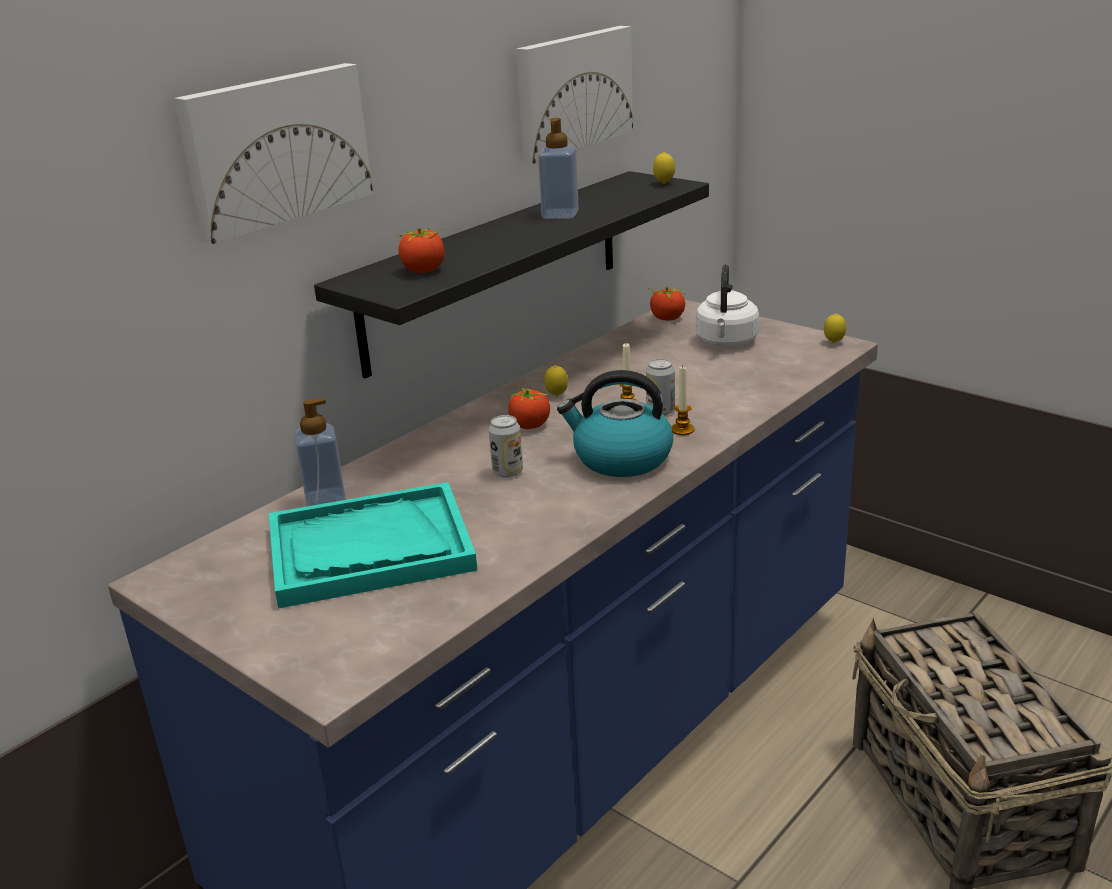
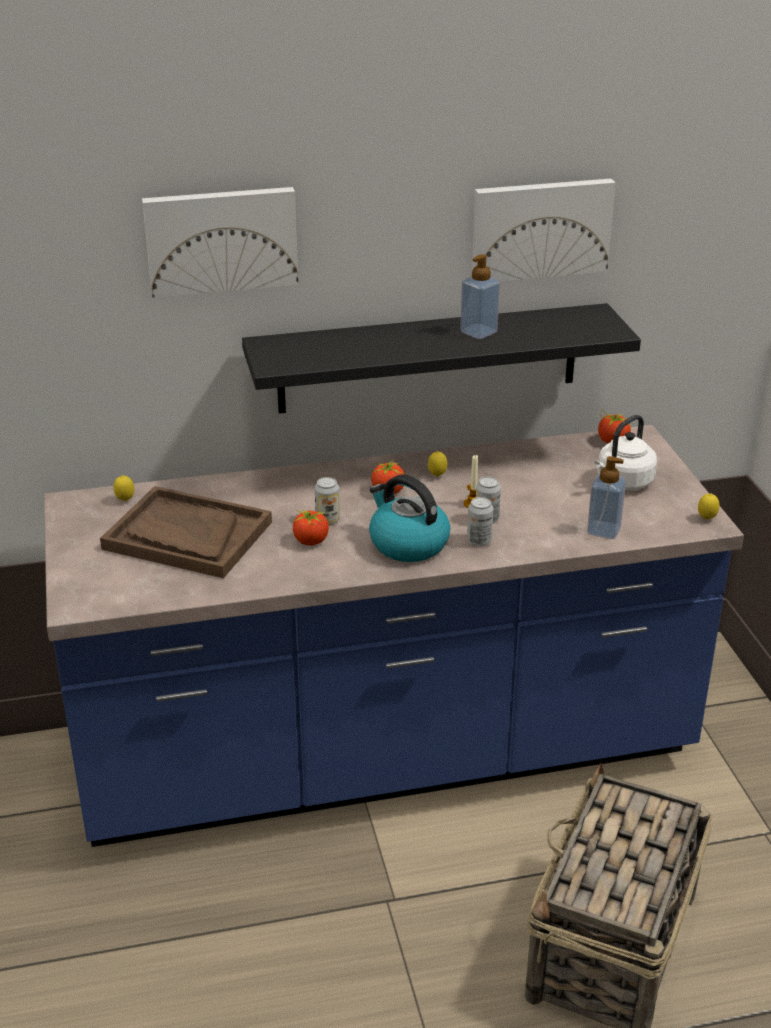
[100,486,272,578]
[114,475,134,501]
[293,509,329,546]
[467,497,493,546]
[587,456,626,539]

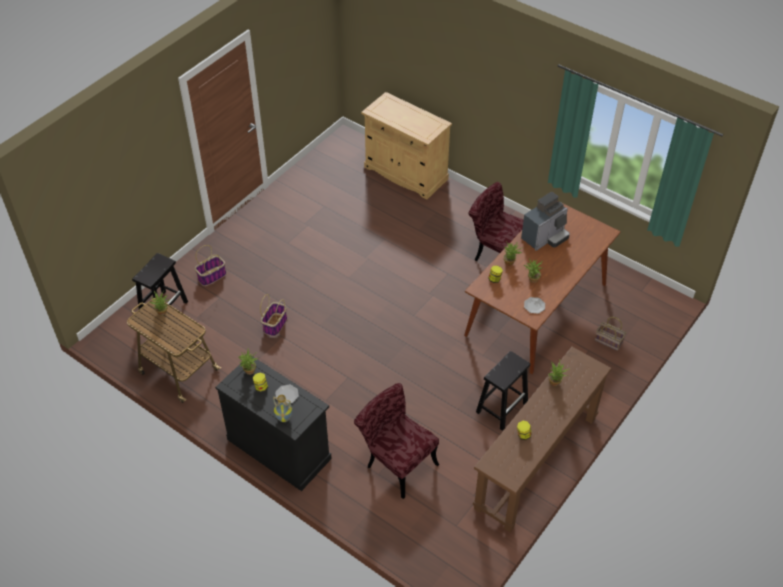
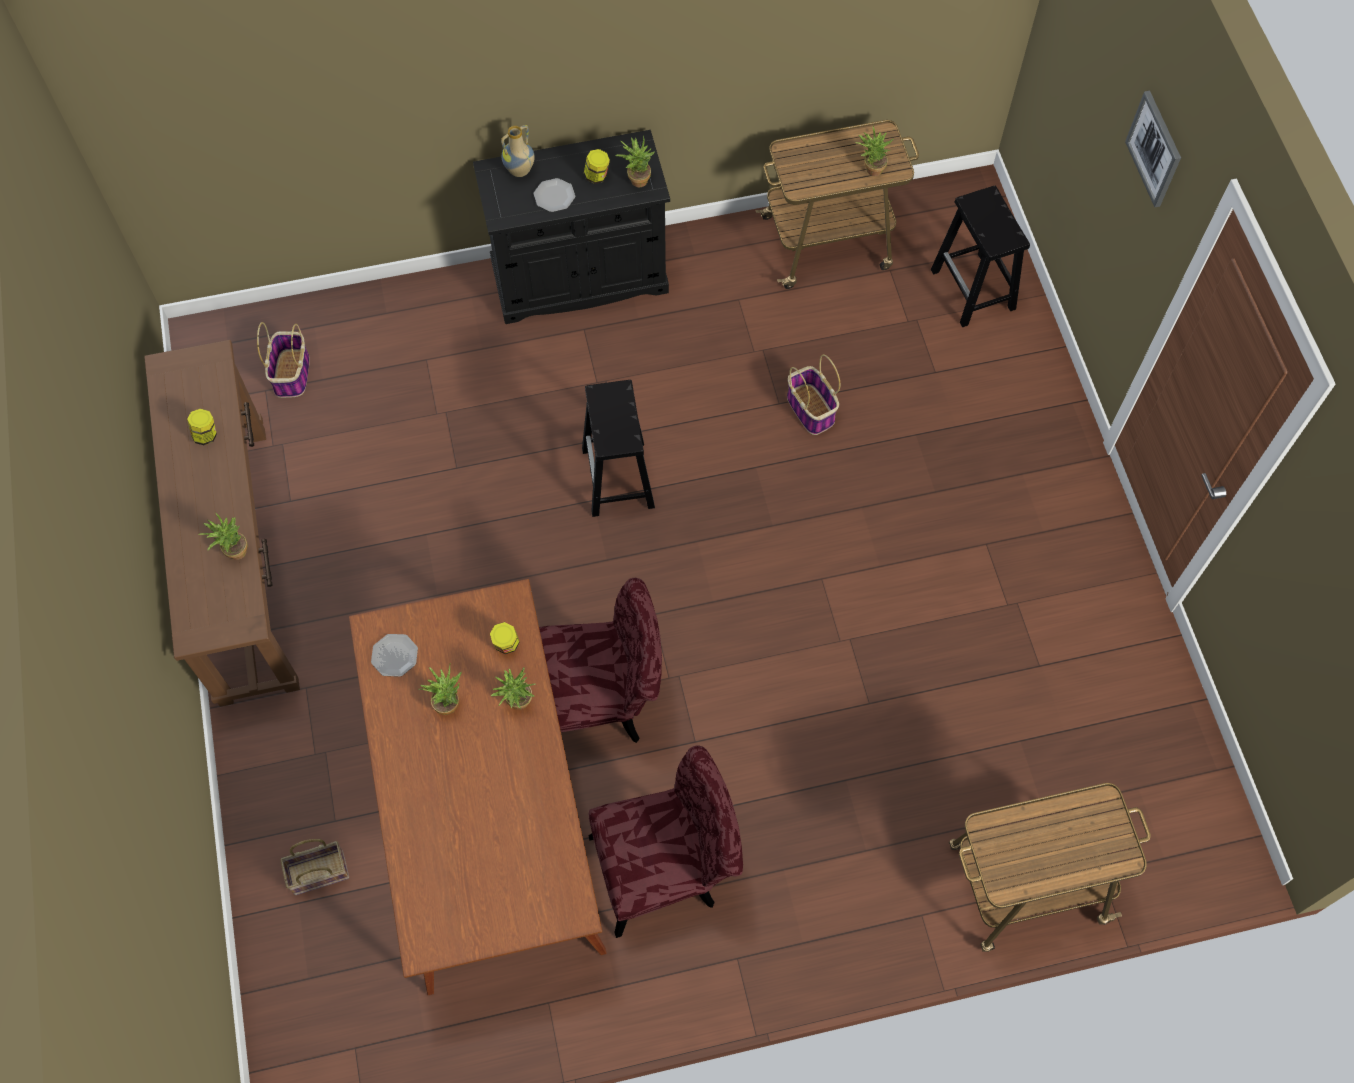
[257,322,310,398]
[539,578,662,743]
[582,380,655,517]
[949,783,1151,952]
[1125,91,1181,207]
[521,192,570,251] (first image)

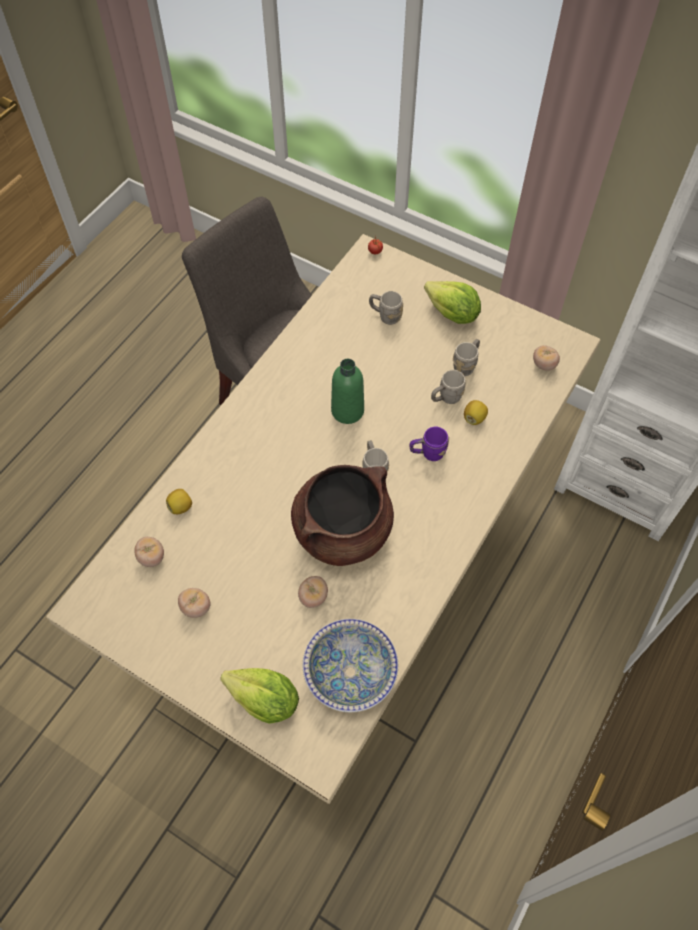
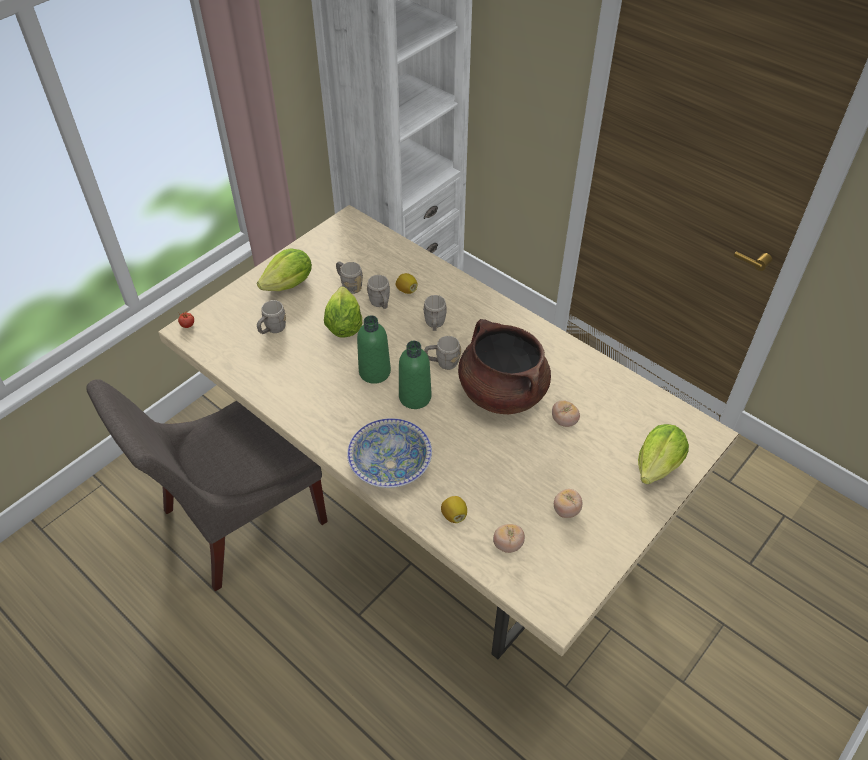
[324,286,362,338]
[347,418,432,488]
[399,341,431,409]
[423,295,447,331]
[533,345,560,371] (first image)

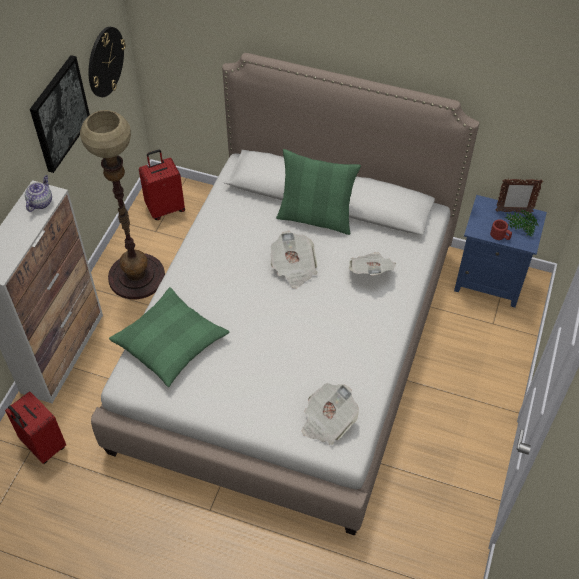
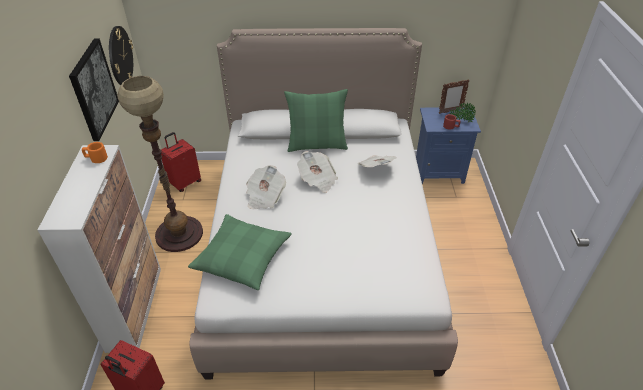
[82,142,108,163]
[246,165,286,209]

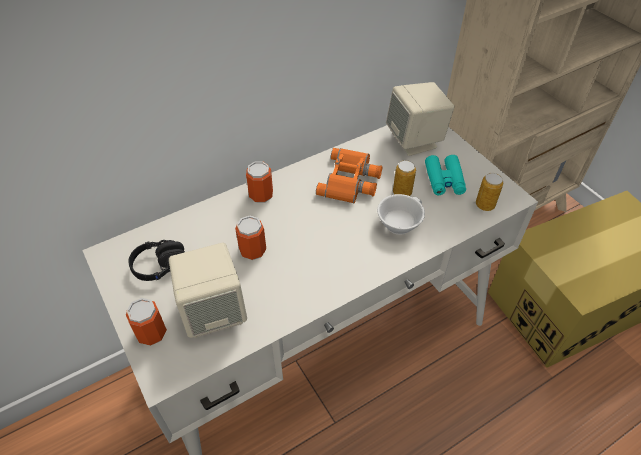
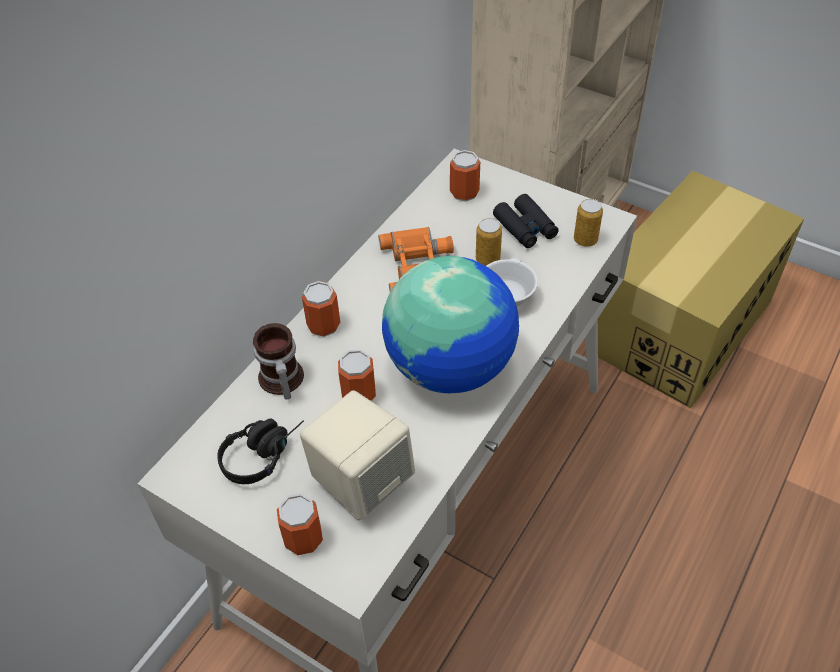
[253,323,304,400]
[382,256,519,393]
[450,150,480,202]
[493,194,559,248]

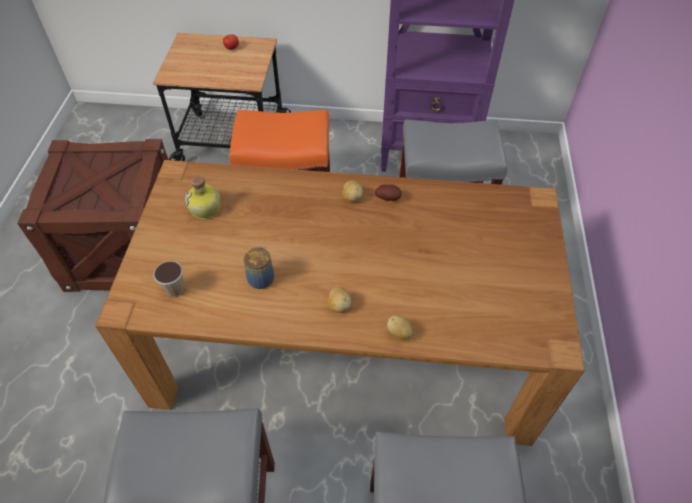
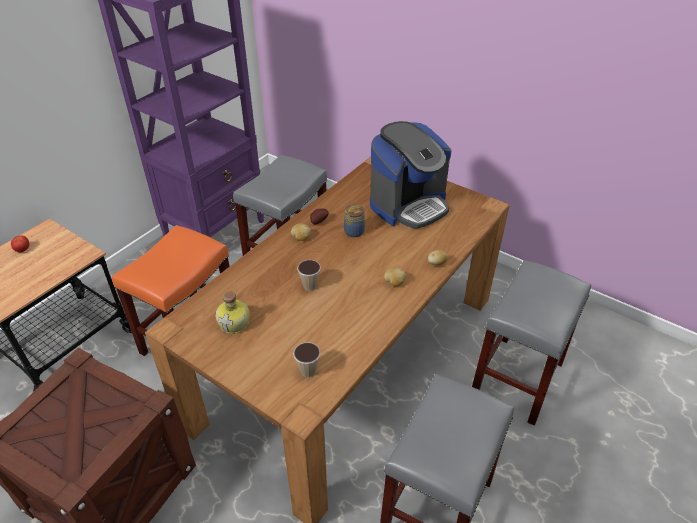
[297,260,321,291]
[344,204,365,237]
[370,121,452,229]

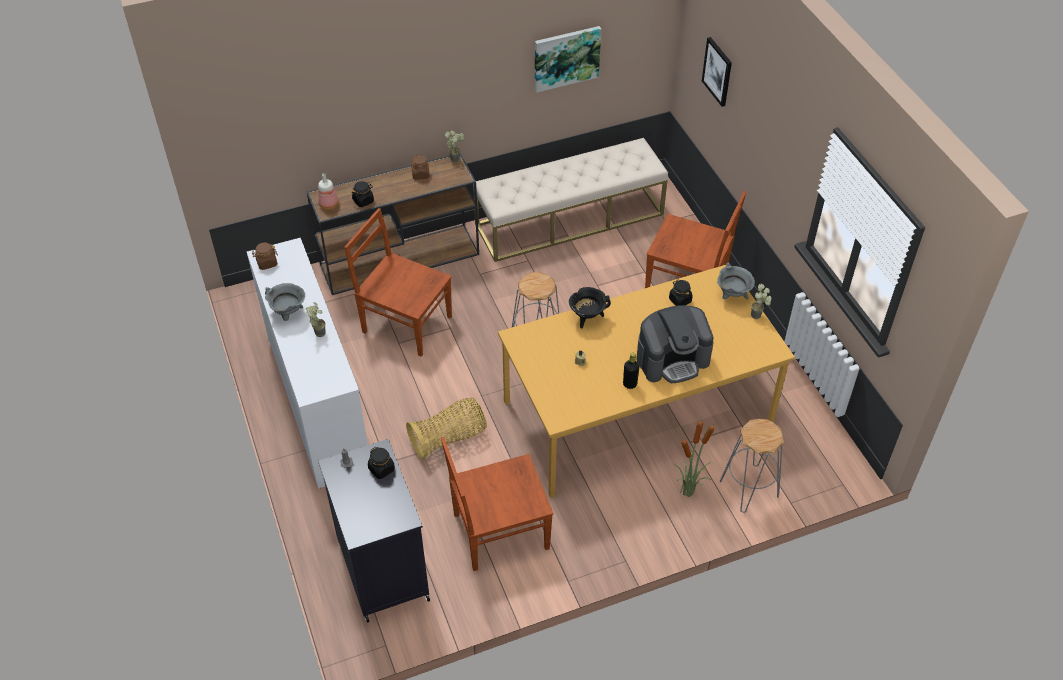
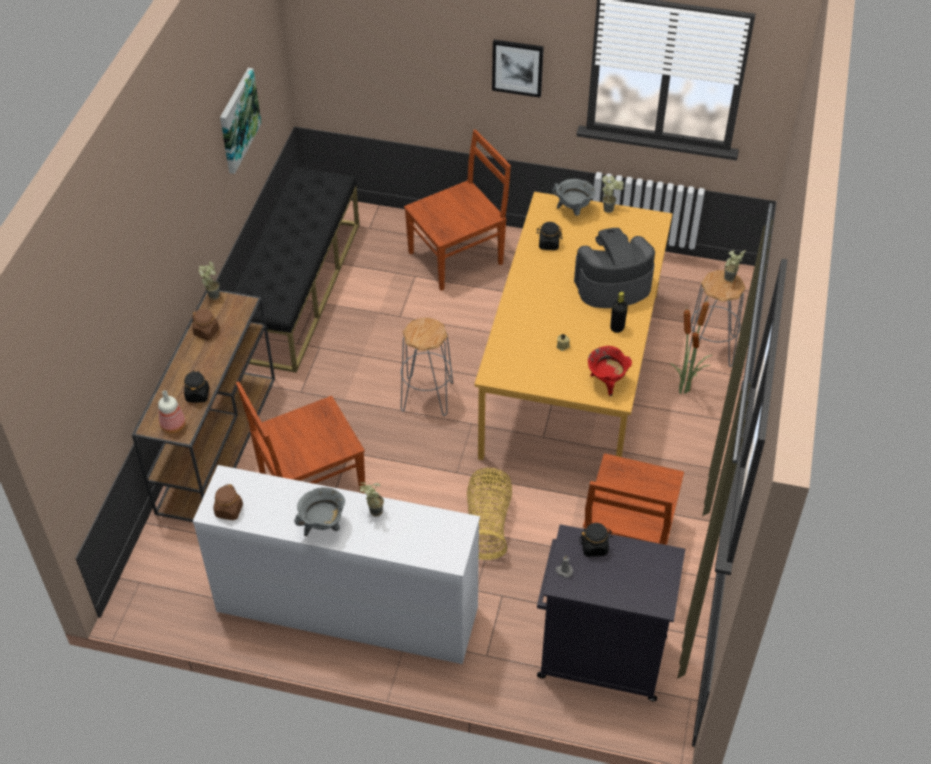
[233,167,359,373]
[492,39,544,98]
[574,228,655,308]
[588,346,632,396]
[724,250,746,282]
[569,287,611,329] (first image)

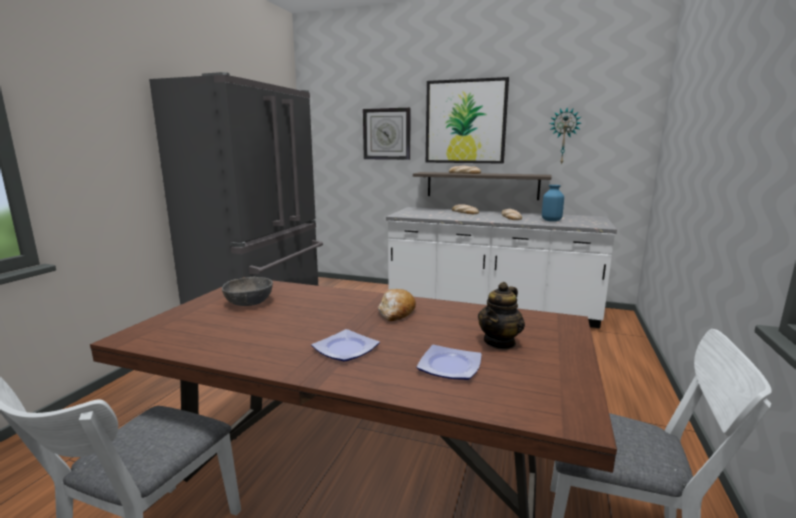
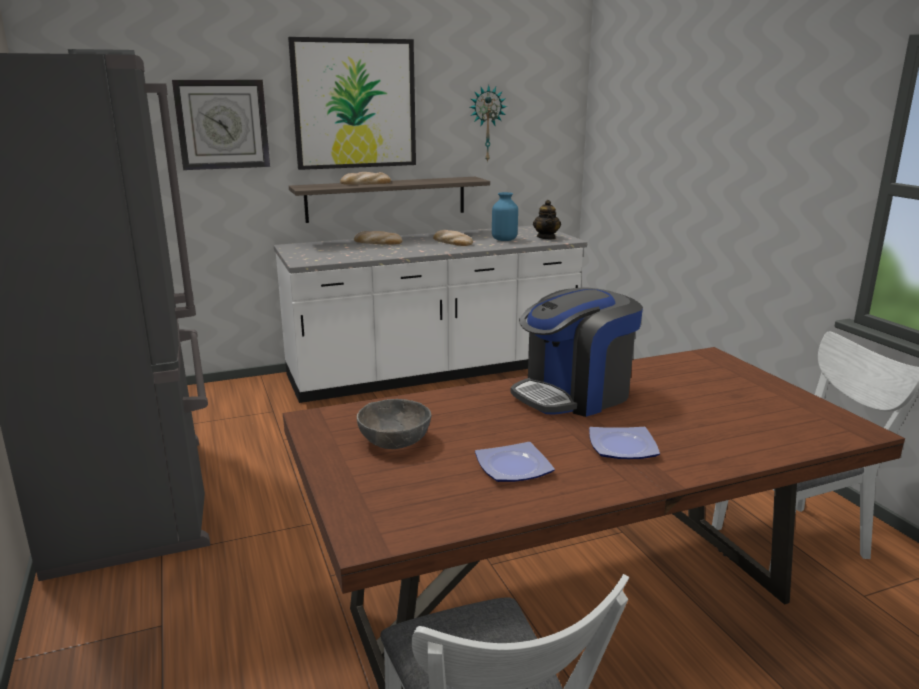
[475,442,555,482]
[511,288,643,417]
[533,200,561,239]

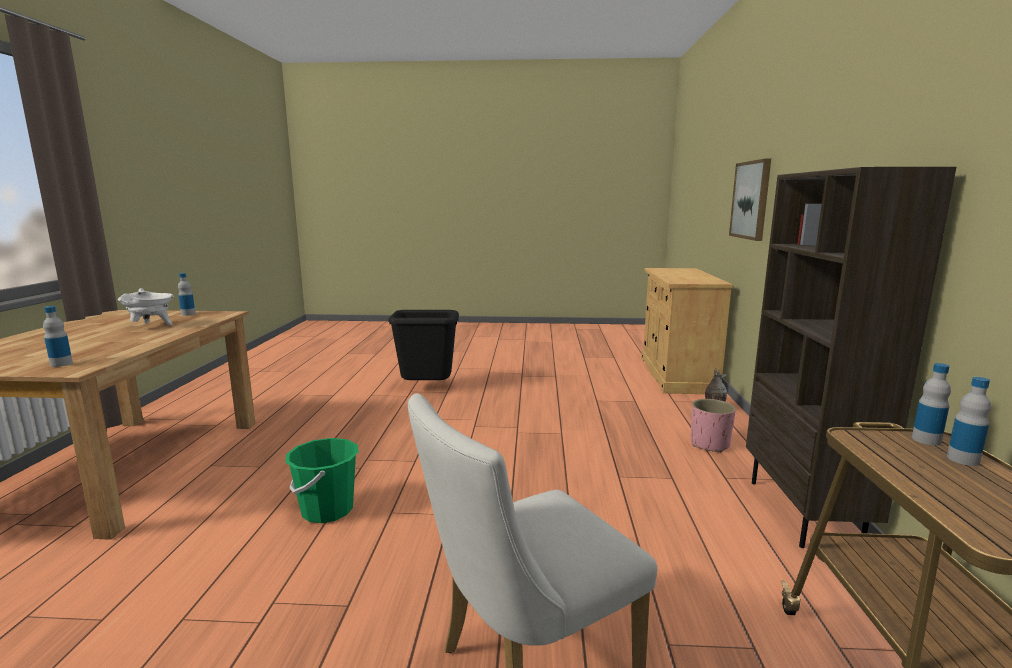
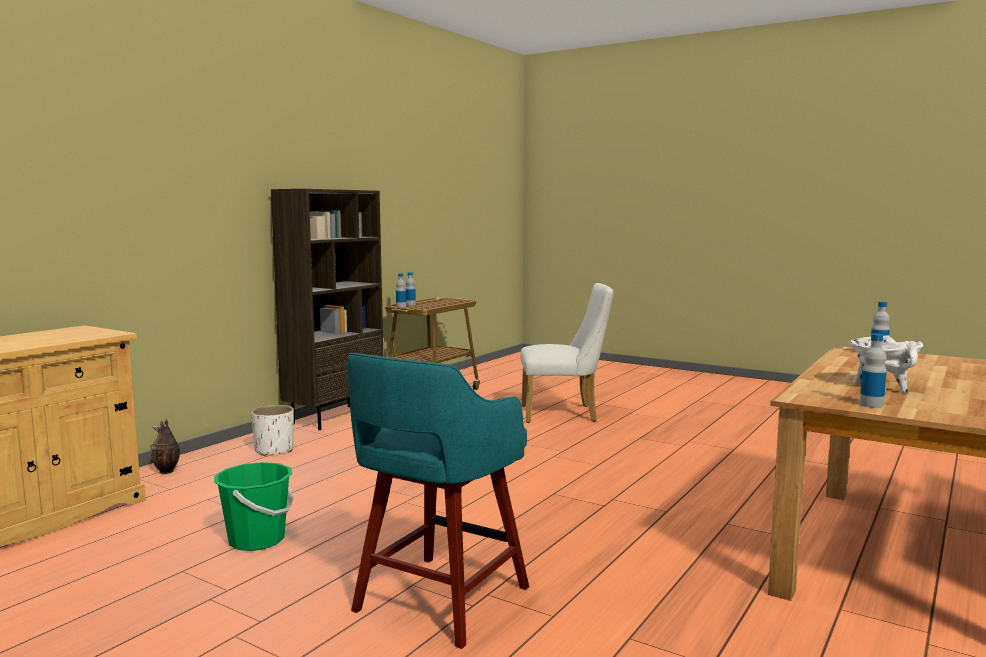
[214,462,293,551]
[251,405,294,456]
[347,353,529,649]
[729,159,771,241] (first image)

